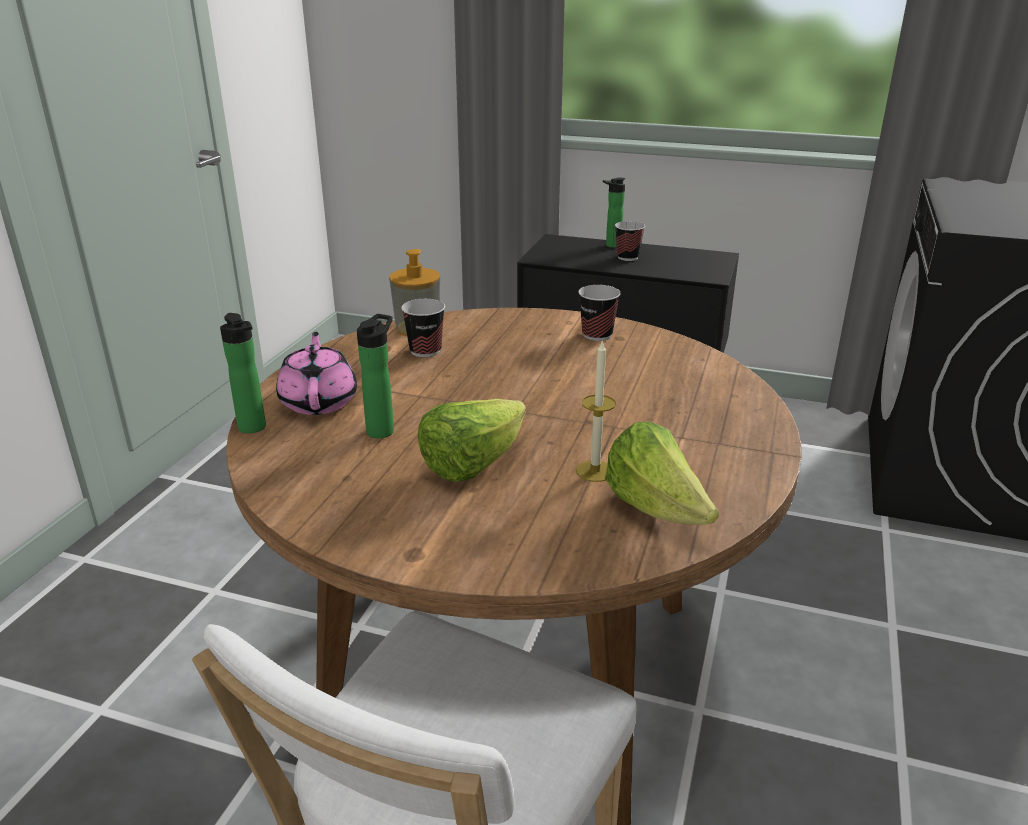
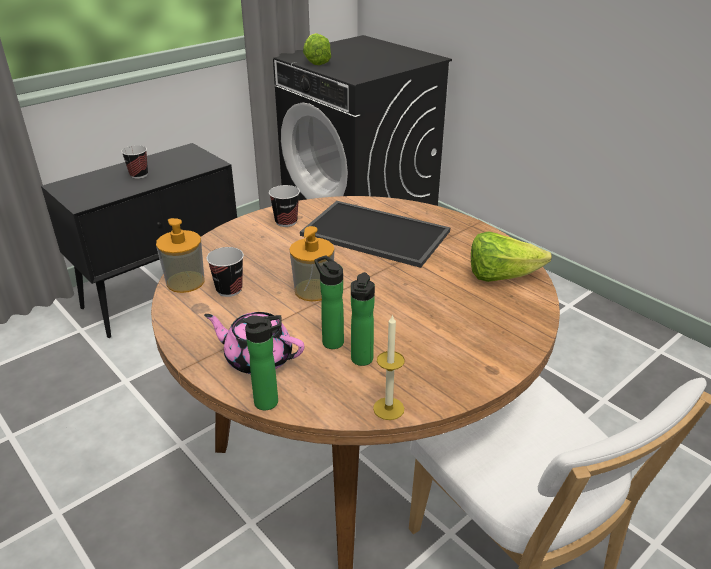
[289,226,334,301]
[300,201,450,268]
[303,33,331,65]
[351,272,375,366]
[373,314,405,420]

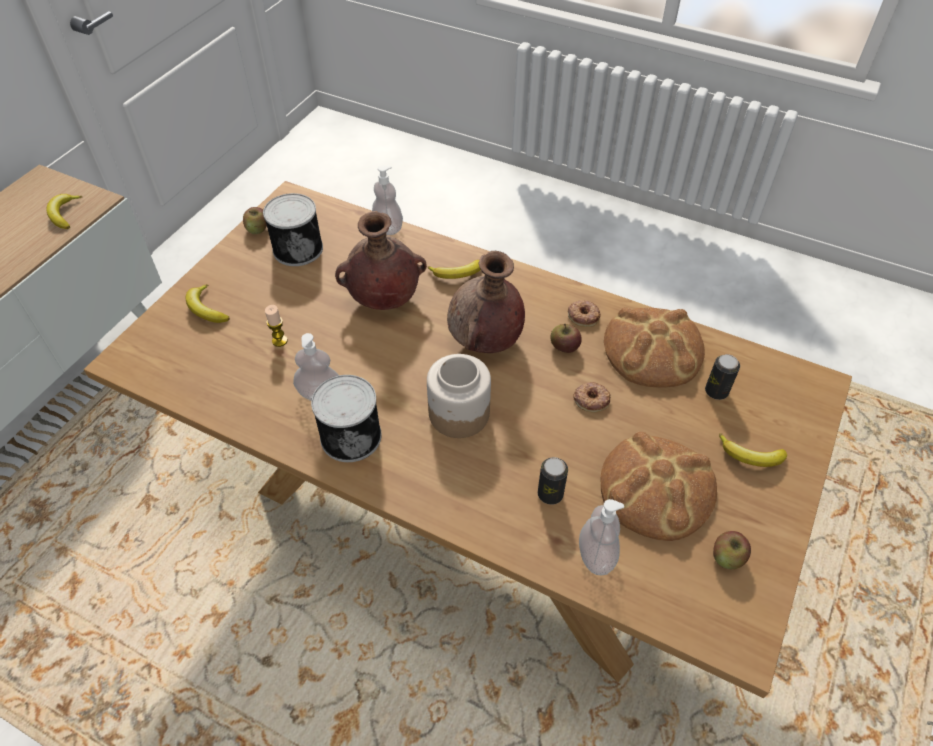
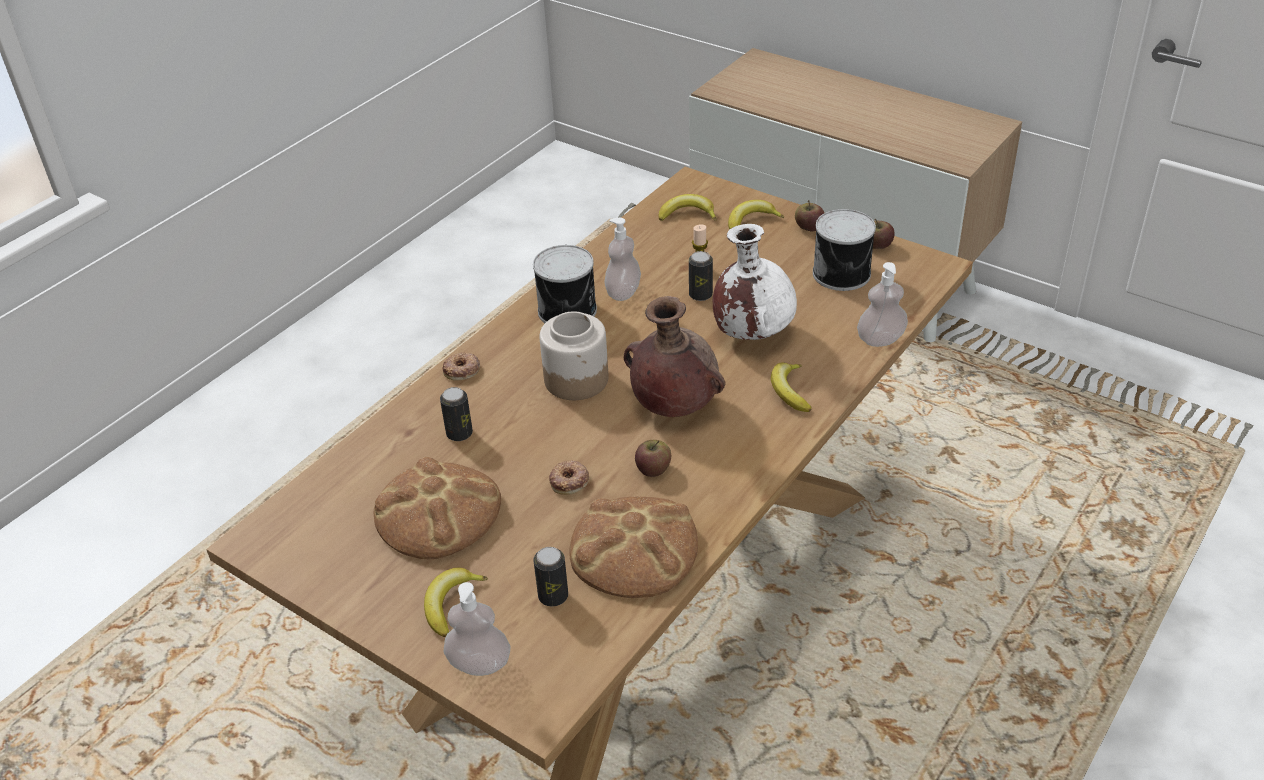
[443,352,480,381]
[443,582,510,676]
[658,194,717,221]
[689,251,713,301]
[713,224,797,340]
[795,200,824,231]

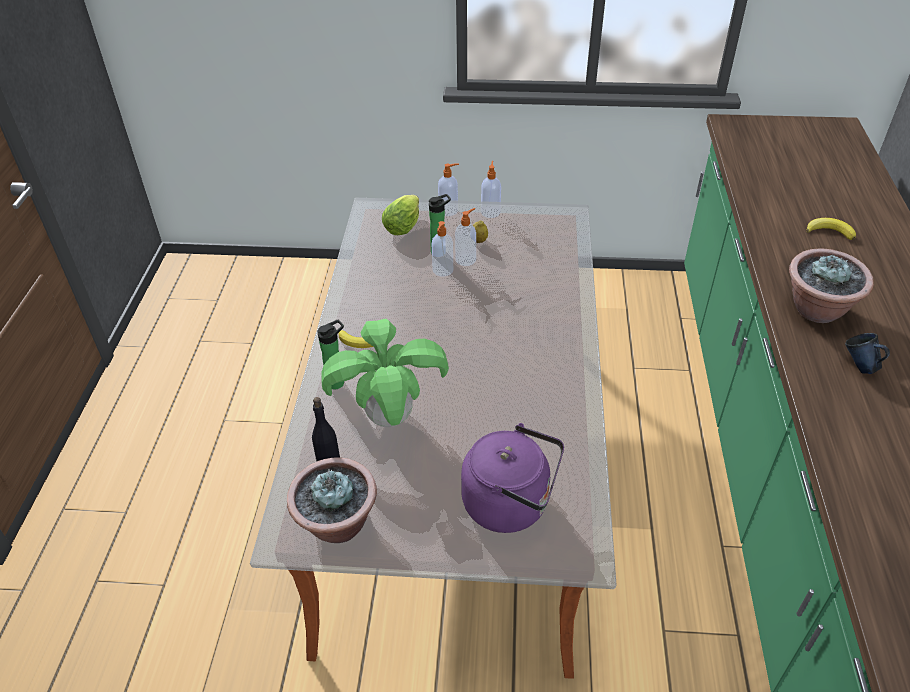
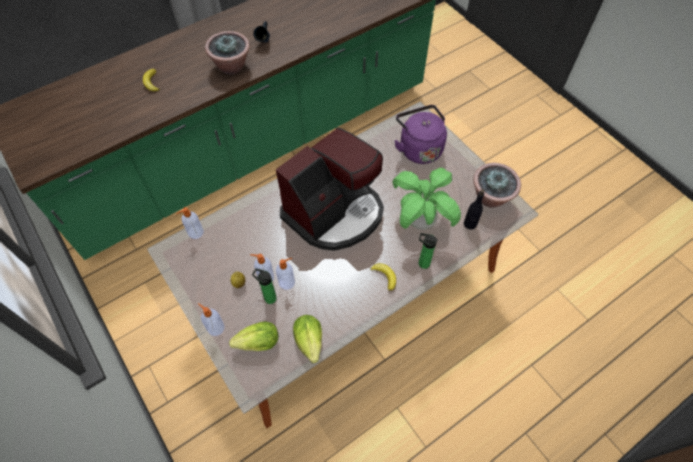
[176,207,204,239]
[276,128,384,251]
[293,315,322,363]

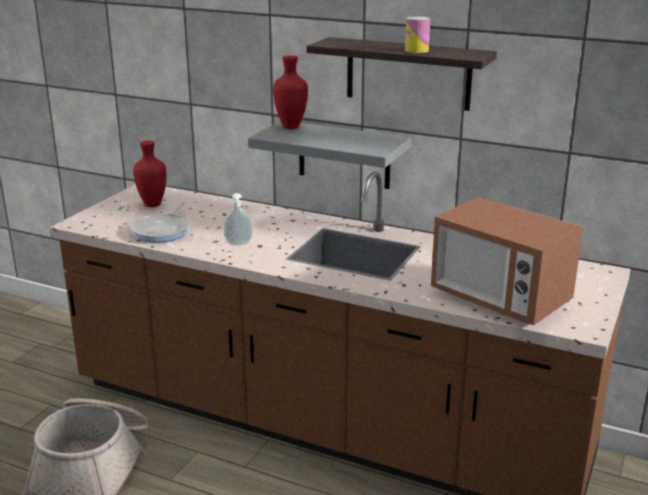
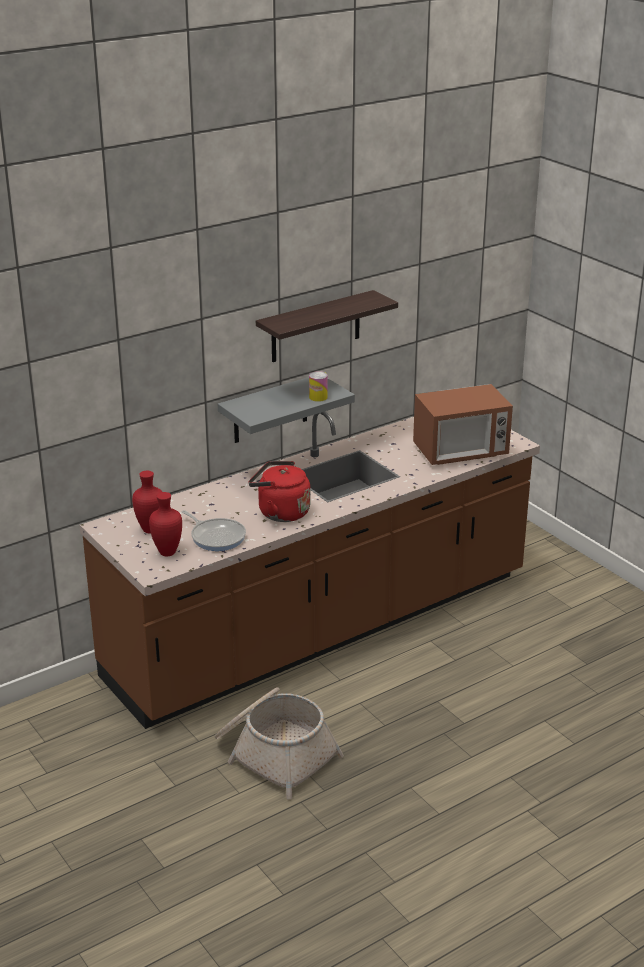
[149,492,182,556]
[249,461,311,522]
[309,371,328,402]

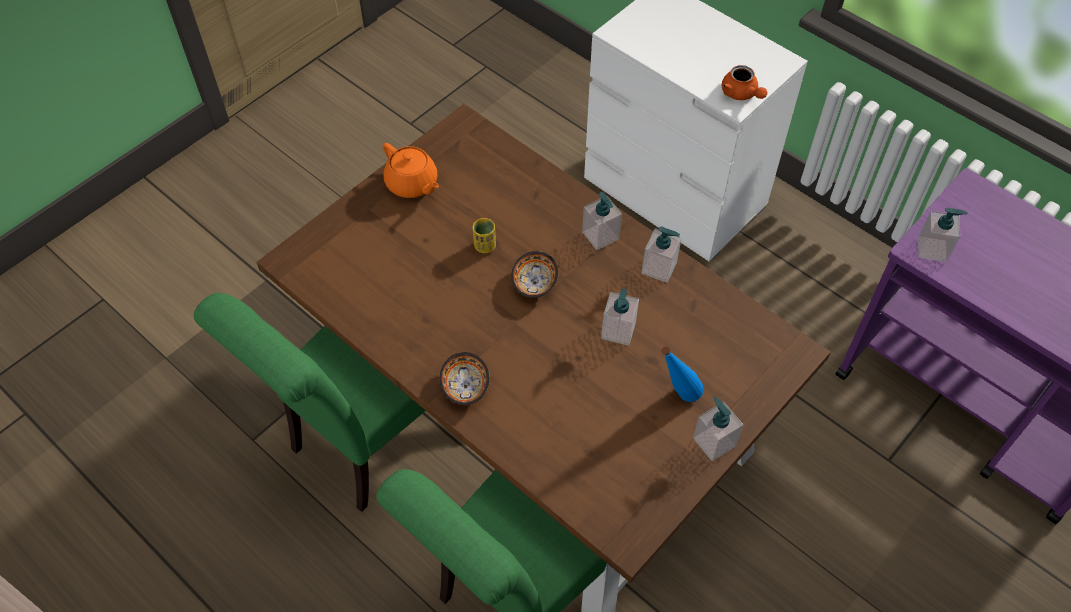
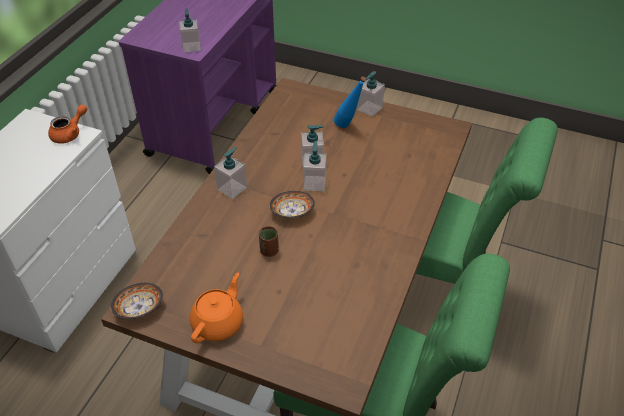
[111,283,163,319]
[259,226,279,257]
[303,141,327,191]

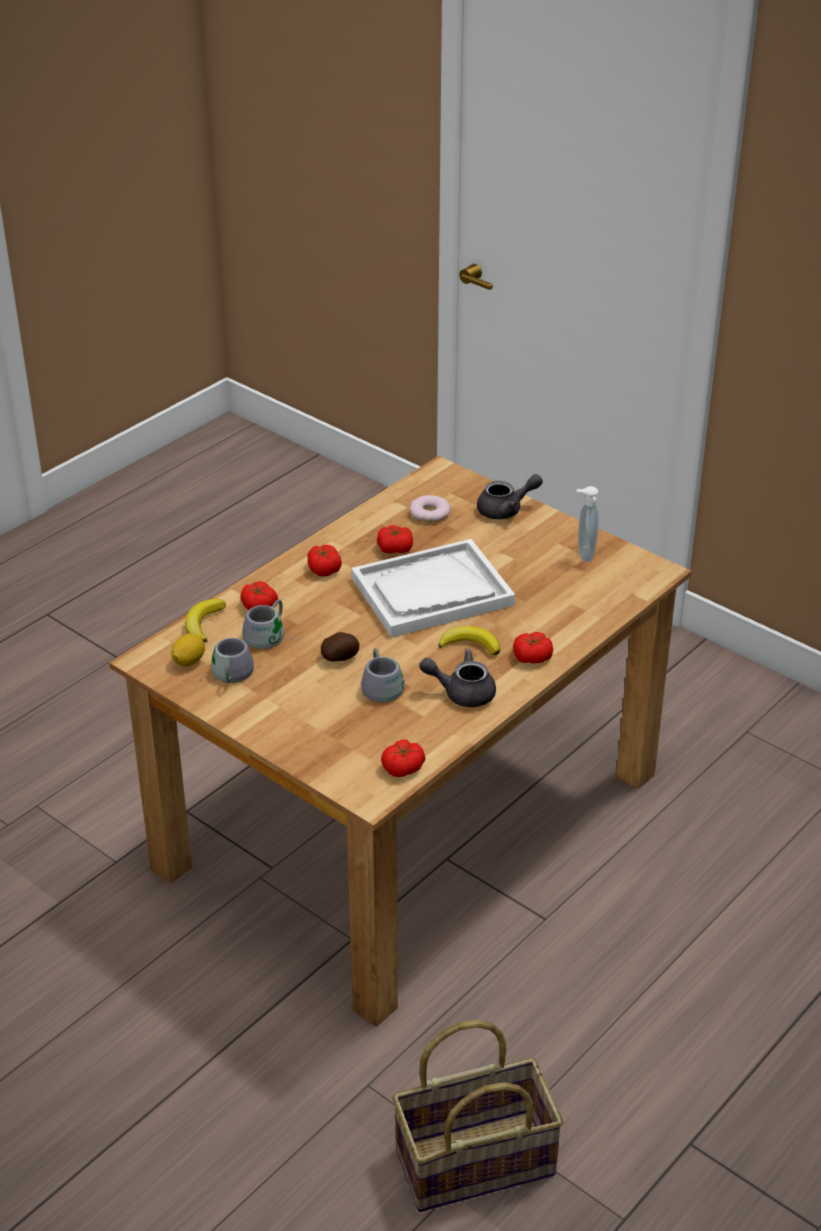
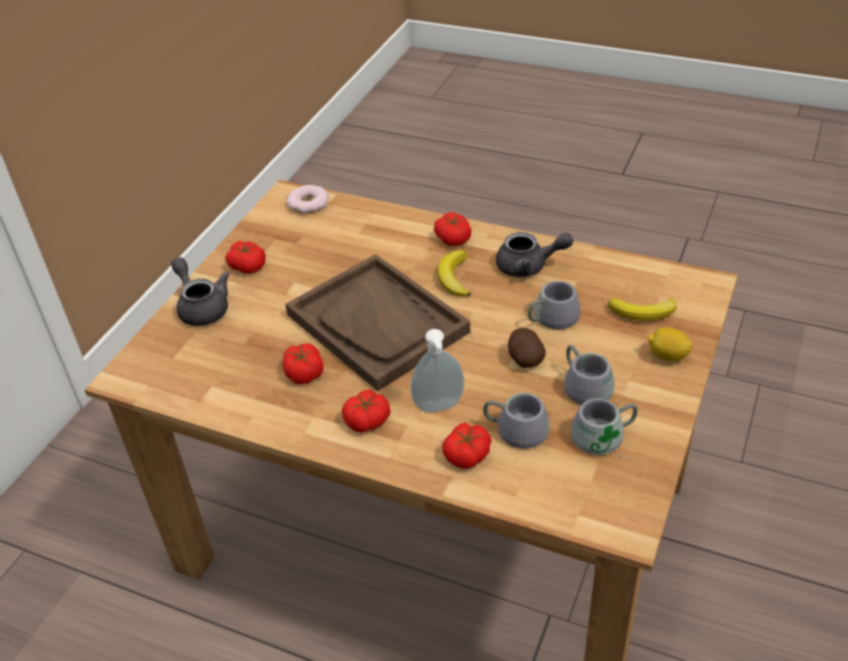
[225,241,266,274]
[285,254,470,391]
[286,185,329,213]
[410,329,464,413]
[496,232,573,277]
[564,345,614,405]
[608,298,677,321]
[648,327,693,361]
[393,1020,563,1212] (first image)

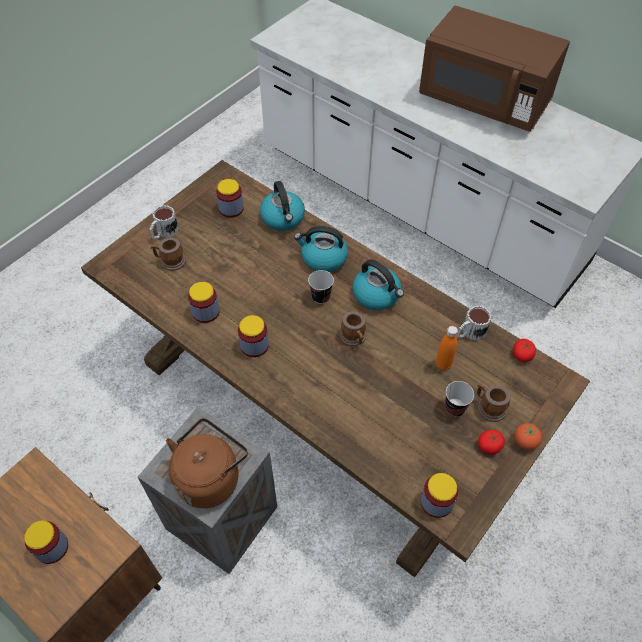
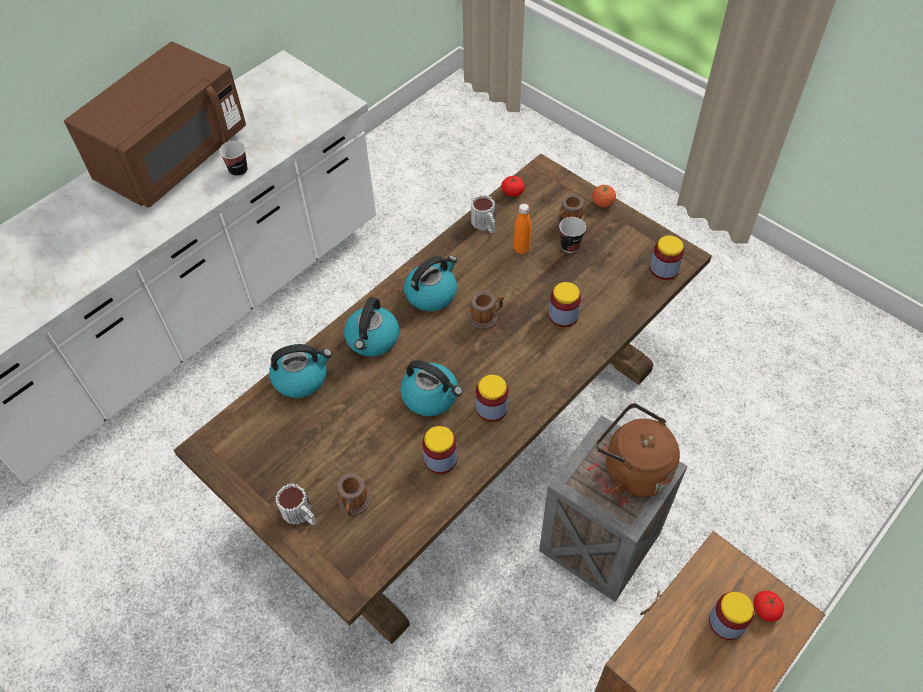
[219,141,248,177]
[400,360,463,416]
[549,282,581,327]
[754,591,784,622]

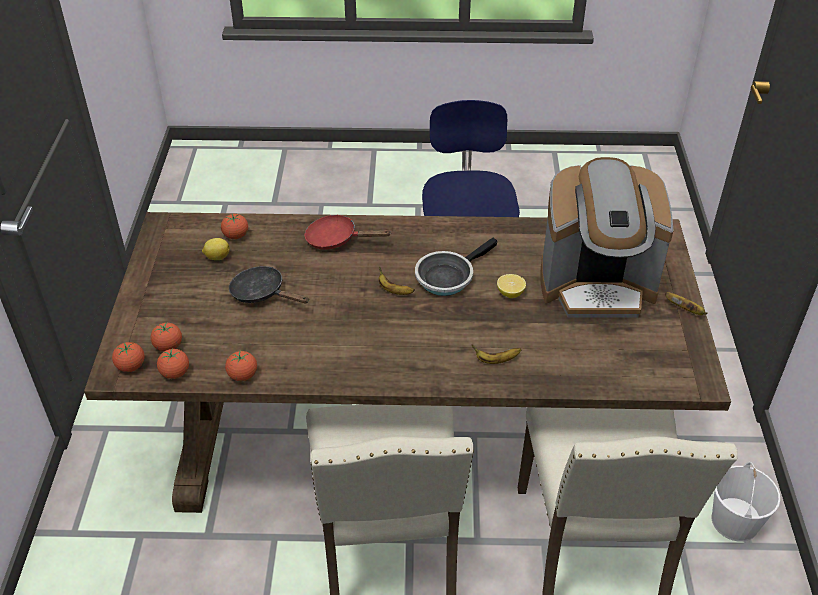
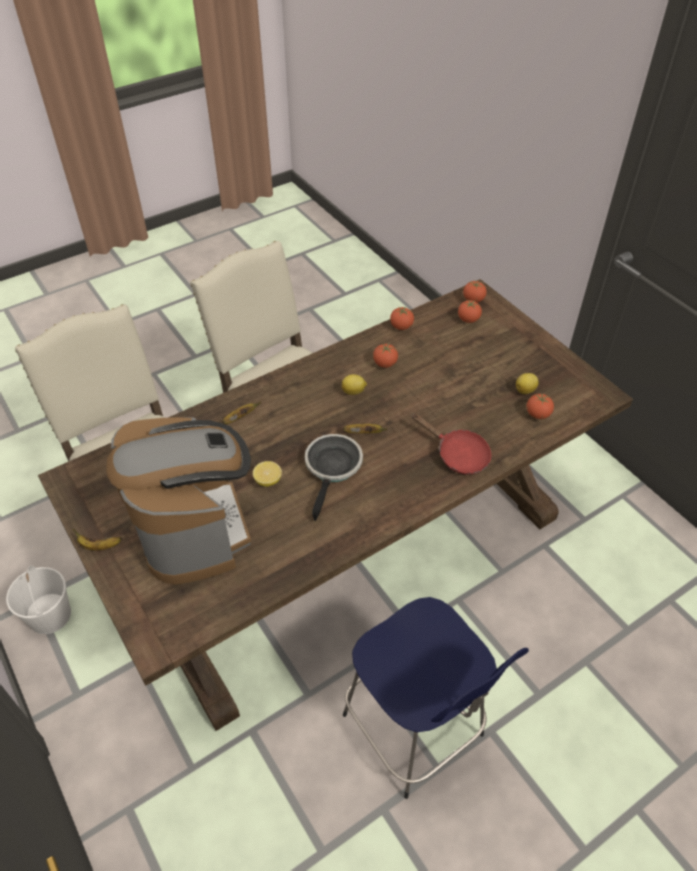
[106,417,251,585]
[342,374,367,395]
[373,344,398,368]
[412,414,491,475]
[229,266,309,303] (first image)

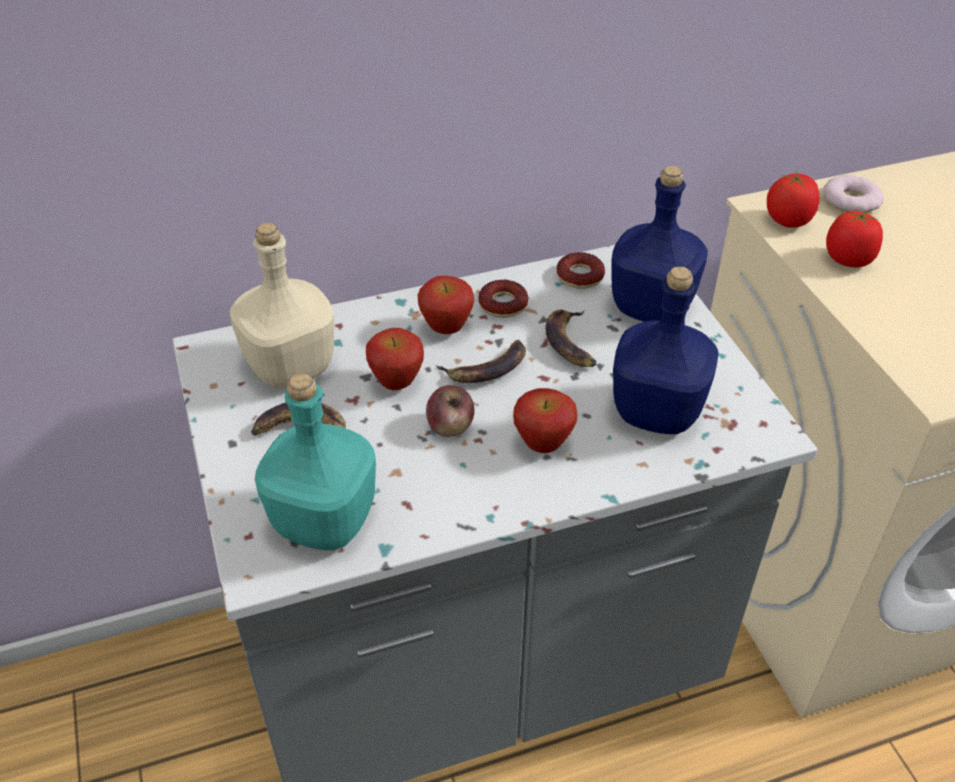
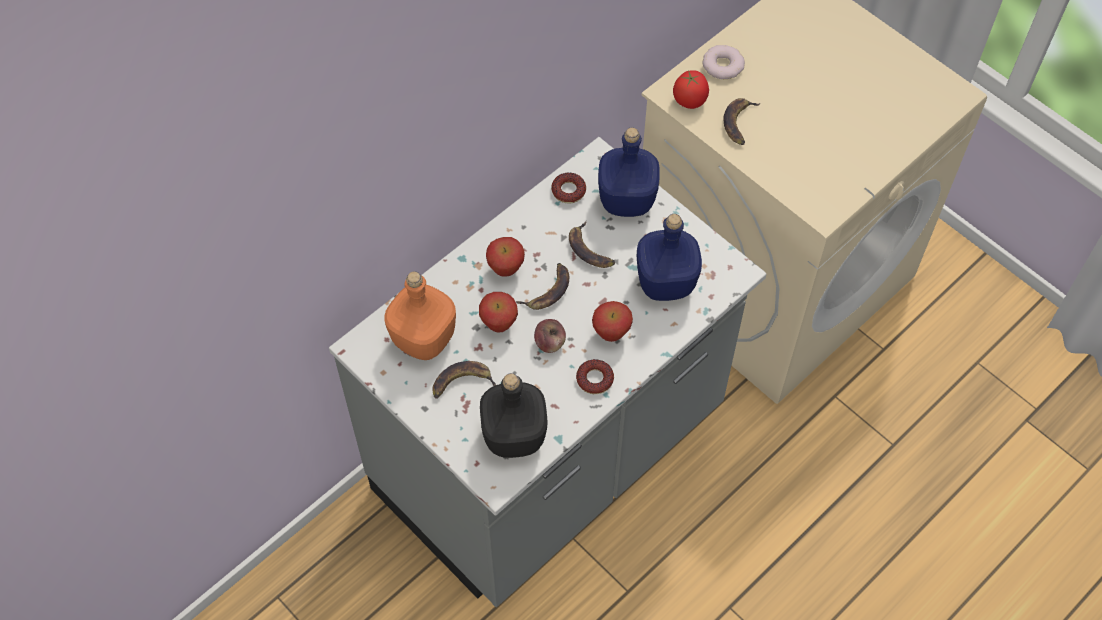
[384,271,456,360]
[480,373,547,458]
[576,359,614,394]
[723,98,761,145]

